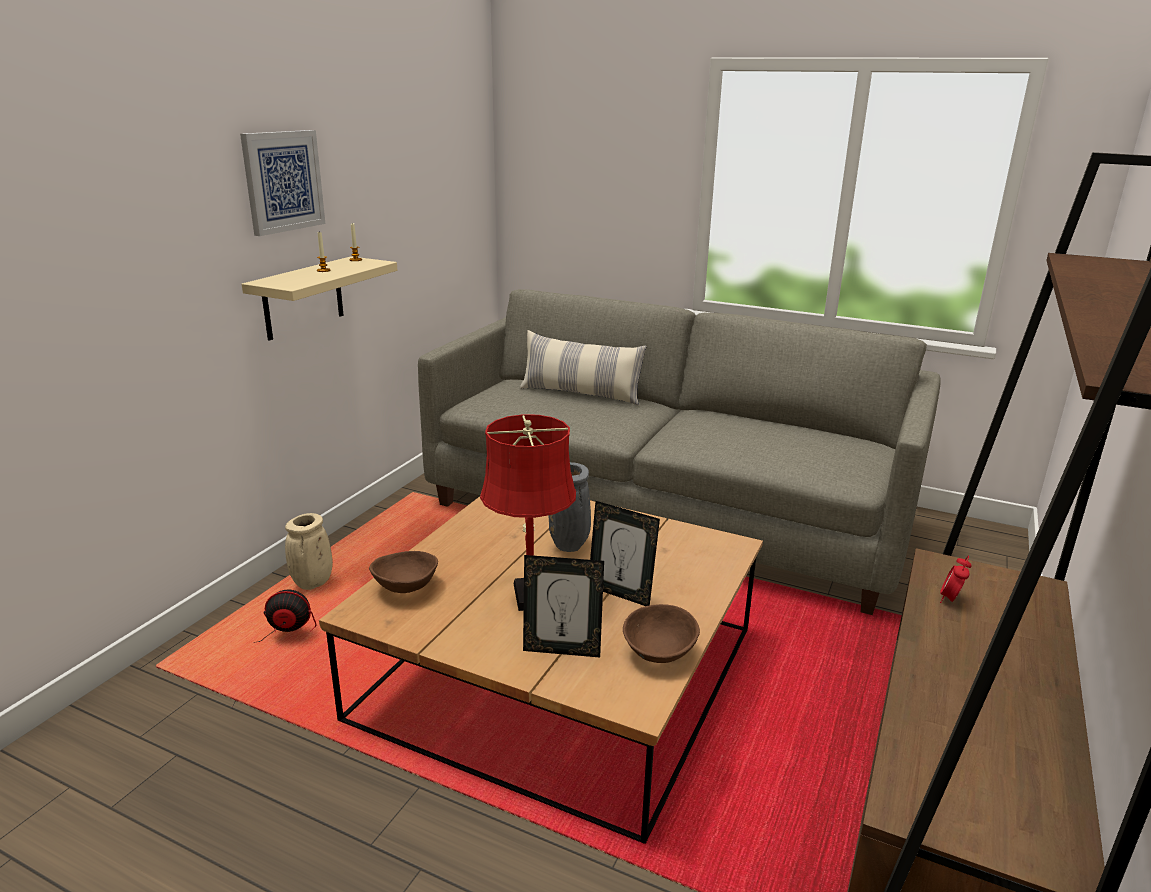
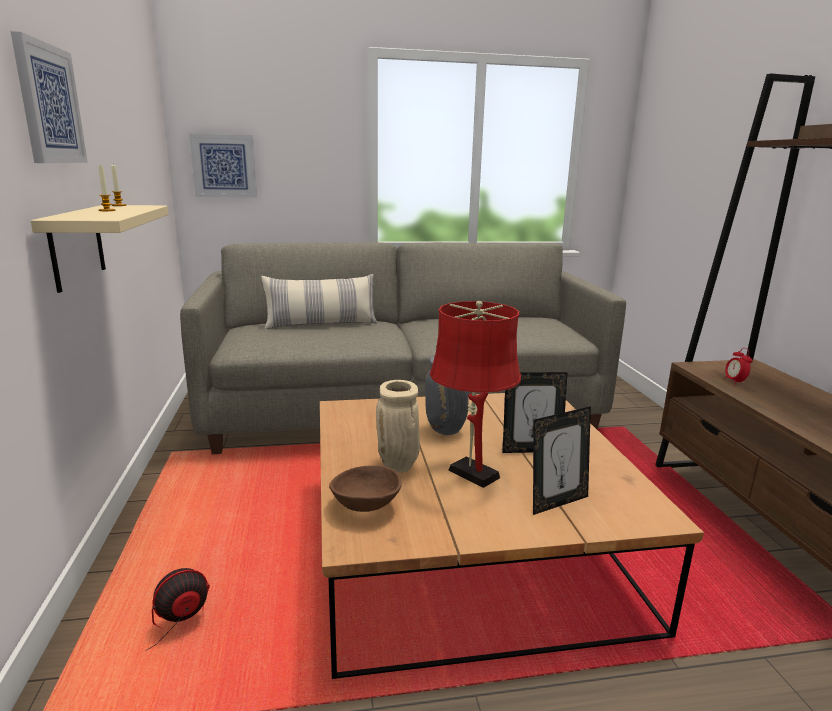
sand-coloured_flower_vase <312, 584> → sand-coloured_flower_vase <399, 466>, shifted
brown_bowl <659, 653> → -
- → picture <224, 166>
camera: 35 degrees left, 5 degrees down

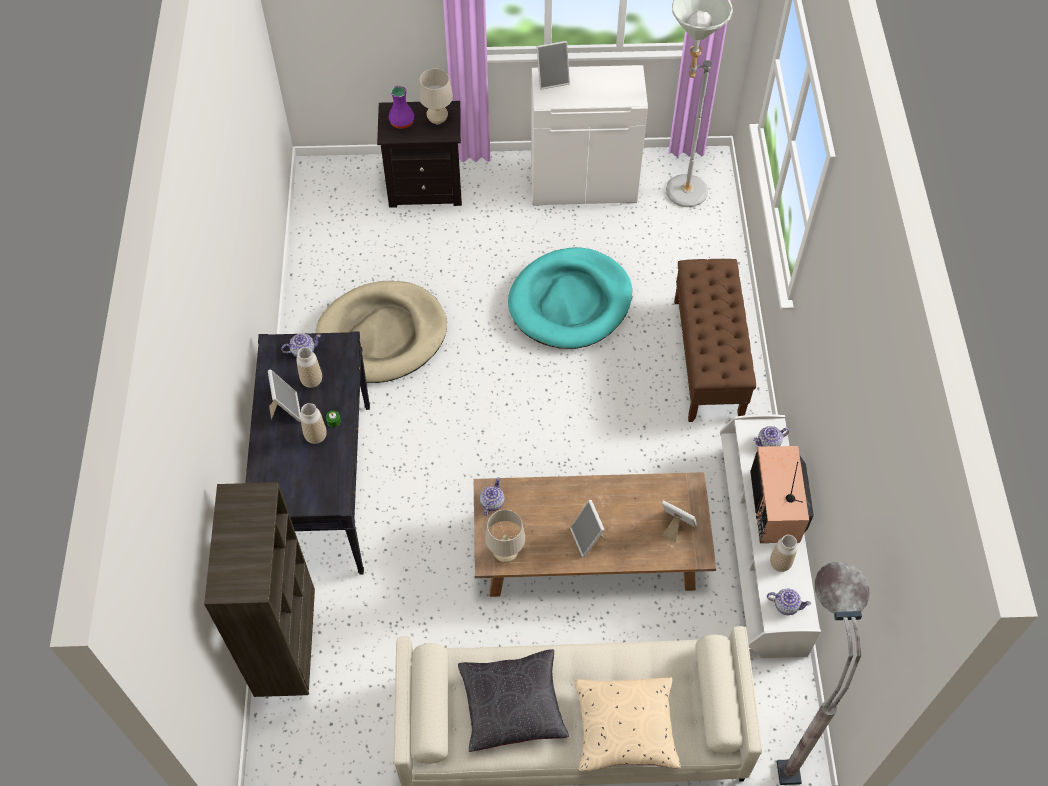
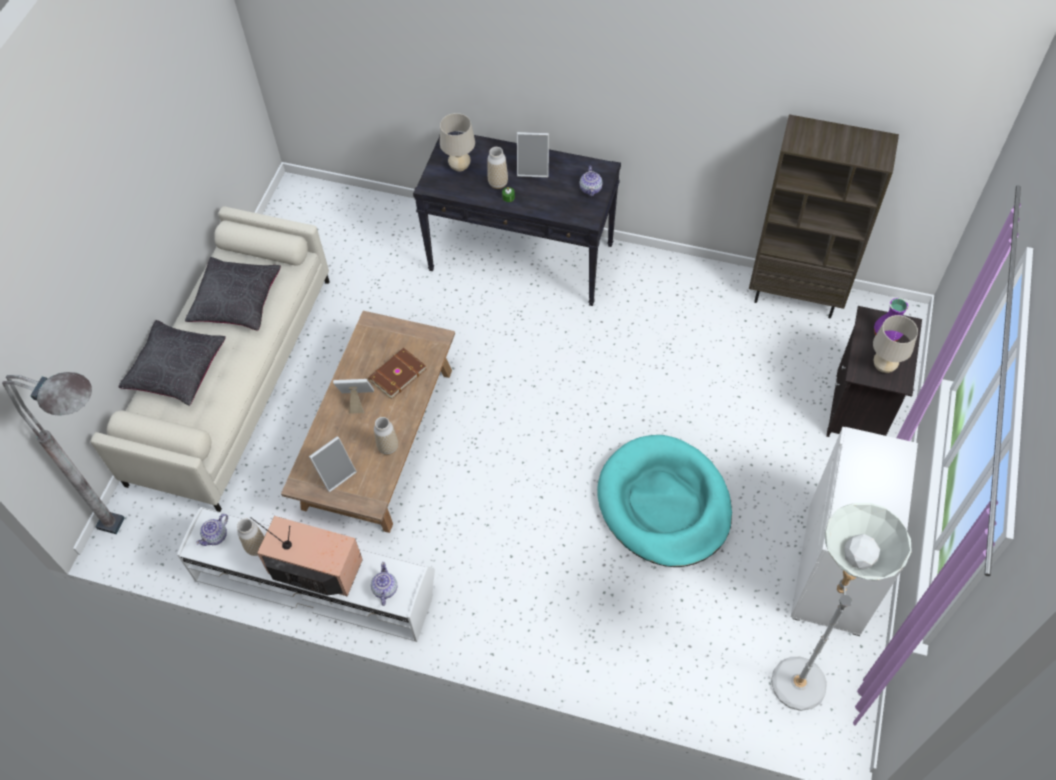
brown_shelving_unit <288, 651> → brown_shelving_unit <796, 295>, shifted
flower_vase <312, 381> → flower_vase <388, 447>, shifted
sand-coloured_dog_cushion <382, 335> → -
teapot <491, 503> → -
sand-coloured_table_lamp <505, 554> → sand-coloured_table_lamp <460, 167>, shifted
standing_frame <552, 79> → -
sand-coloured_cushion <625, 728> → black-coloured_cushion <177, 370>
brown_bench <708, 359> → -
- → brown_volume <396, 374>
camera: 110 degrees right, 0 degrees up

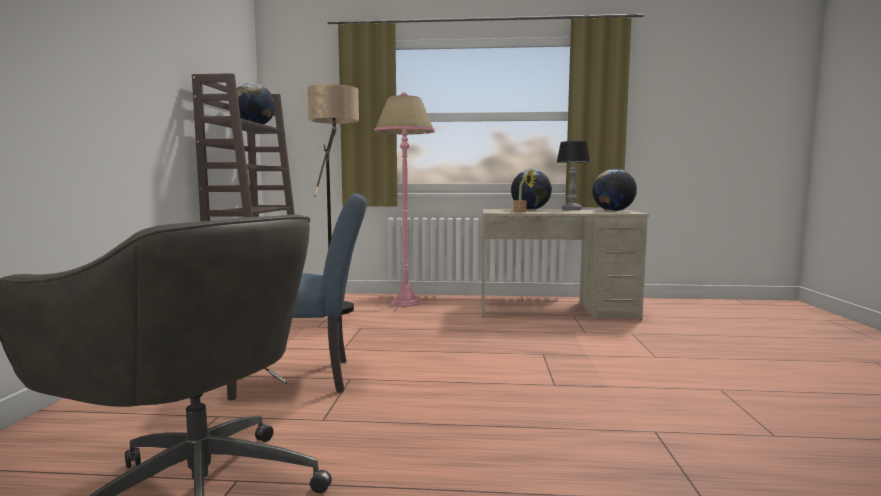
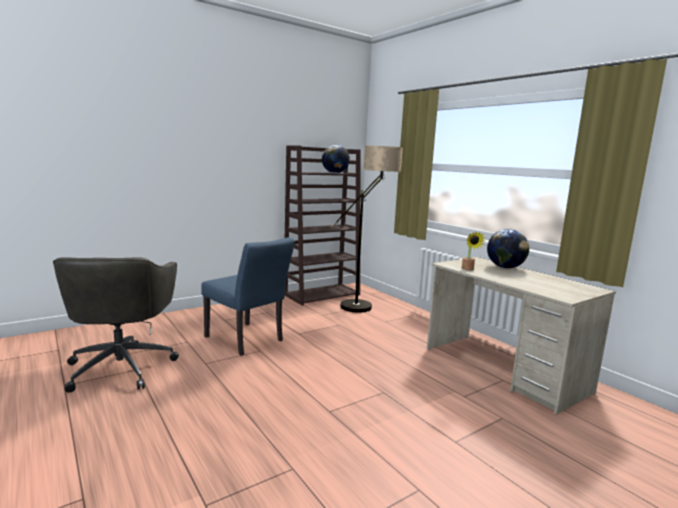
pinkish_standing_lamp <405, 303> → -
table_lamp <572, 209> → -
desk_globe <613, 211> → -
camera: 50 degrees right, 5 degrees up

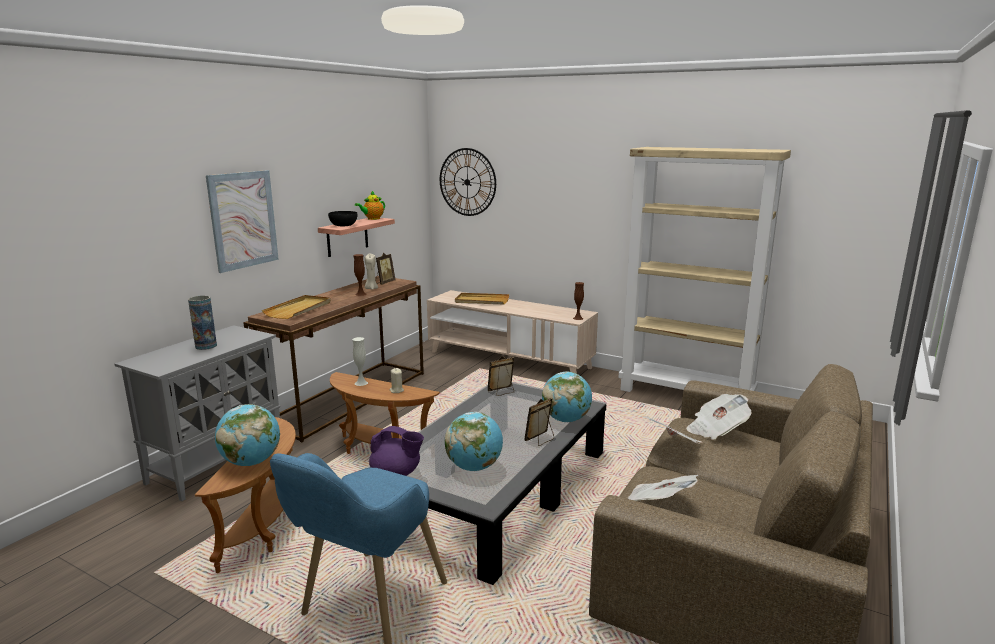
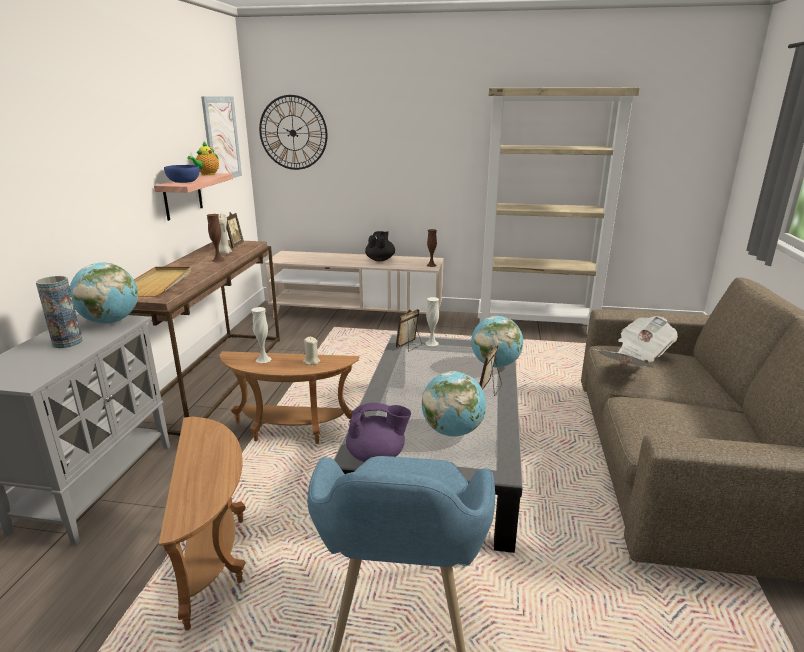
picture <243, 220> → picture <222, 139>, shifted
desk_globe <251, 462> → desk_globe <110, 321>, shifted
black-coloured_bowl <343, 225> → blue-coloured_bowl <183, 182>
sand-coloured_serving_tray <481, 301> → -
daily_paper <658, 504> → -
- → black-coloured_teapot <380, 260>
- → whitish_flower_vase <432, 343>
camera: 20 degrees left, 5 degrees up

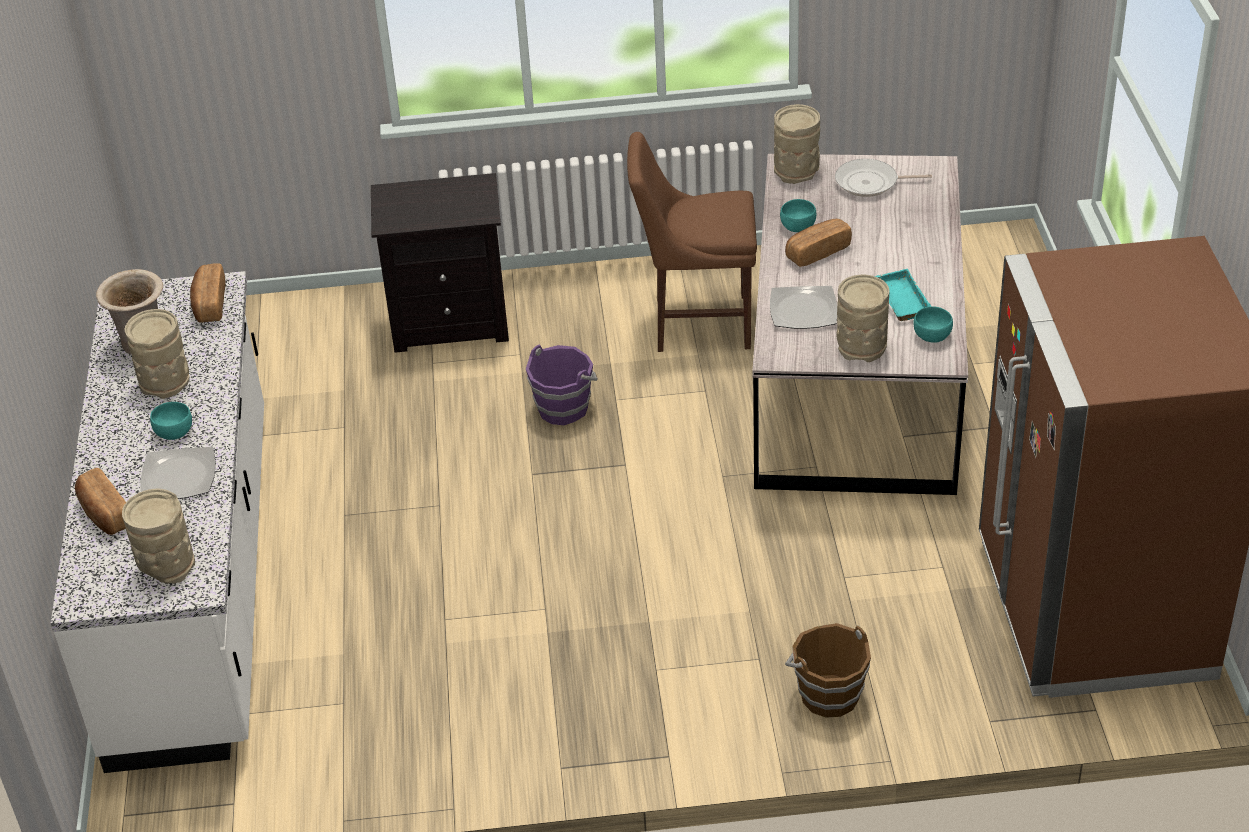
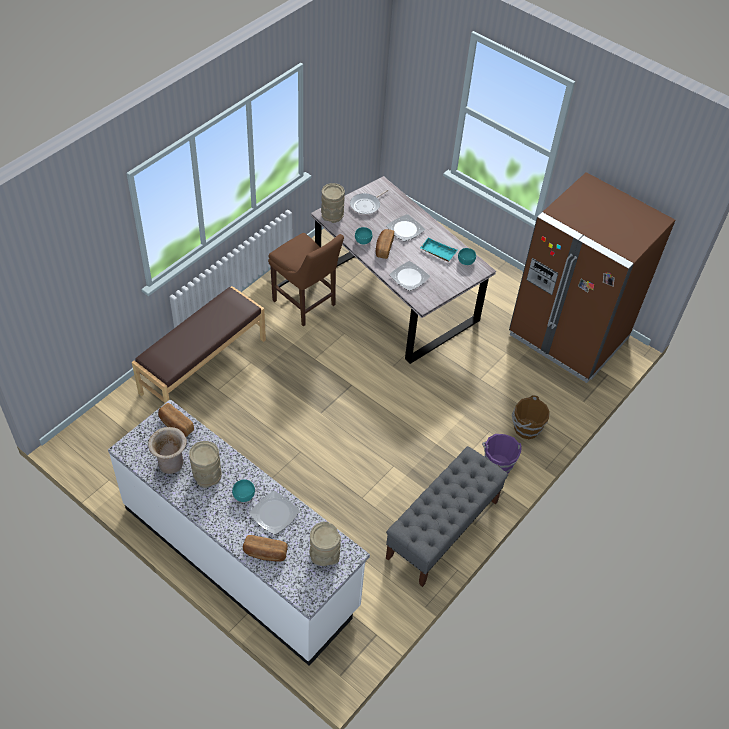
black-coloured_night_table <451, 322> → brown_bench <203, 365>
purple-coloured_bucket <564, 407> → purple-coloured_bucket <497, 464>, shifted
brown_upright_chair <696, 322> → brown_upright_chair <306, 304>, 90 degrees counterclockwise
sand-coloured_flower_vase <861, 346> → -
- → dinner_plate <405, 229>
- → gray_bench <442, 530>
camera: 50 degrees left, 10 degrees up

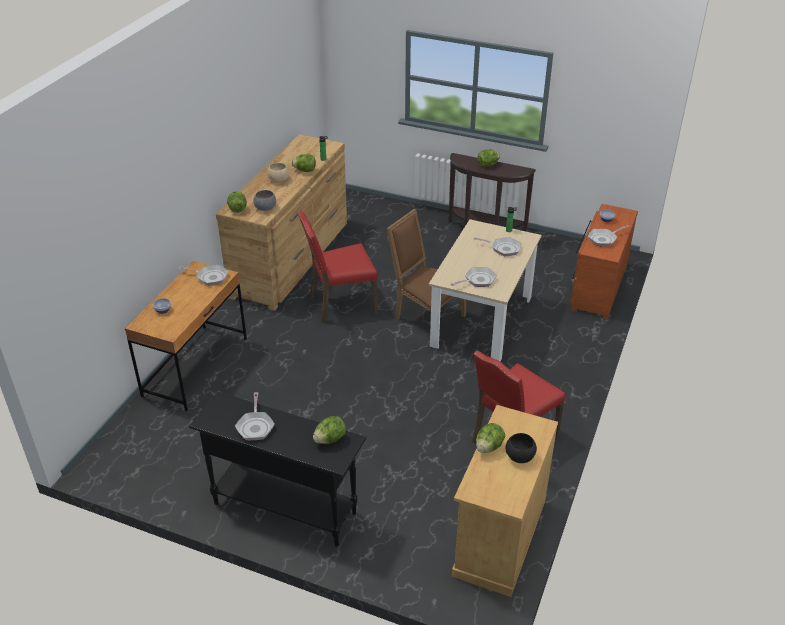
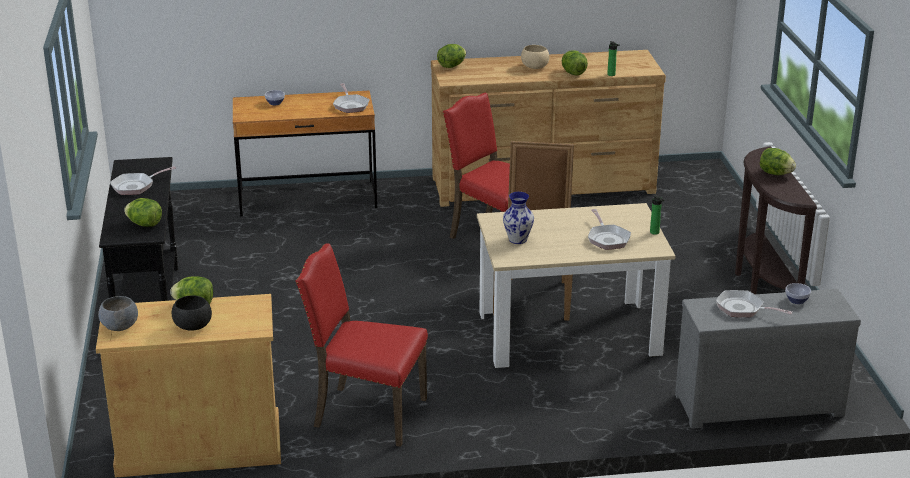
gray_bowl <265, 208> → gray_bowl <120, 326>, shifted
pan <478, 280> → flower_vase <517, 239>
brown_drawer_chest <597, 287> → gray_drawer_chest <757, 402>
camera: 60 degrees right, 10 degrees down

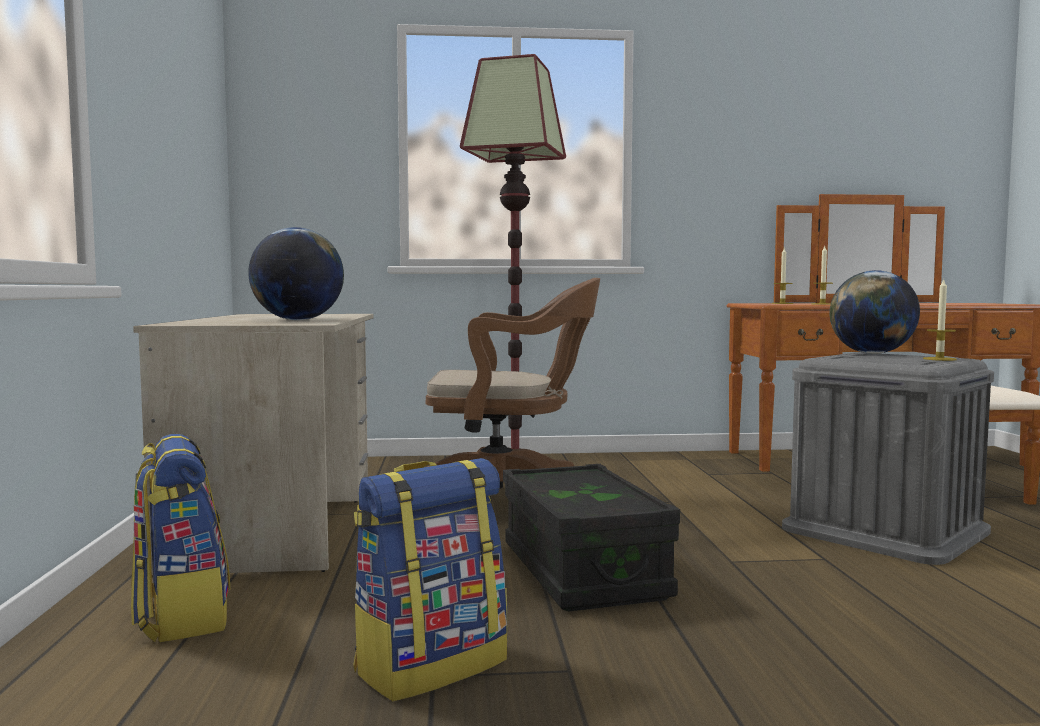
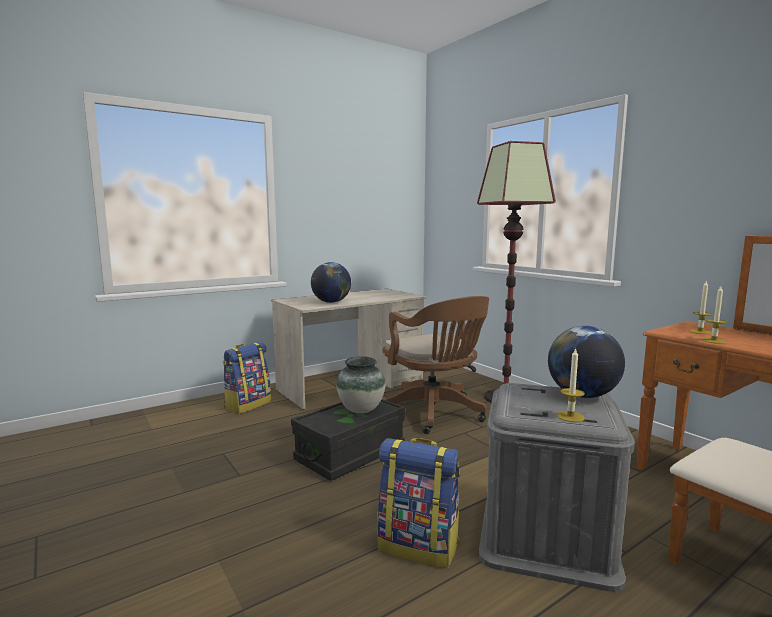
rucksack <431, 665> → rucksack <419, 546>, shifted
- → flower_vase <360, 410>
camera: 60 degrees right, 5 degrees up

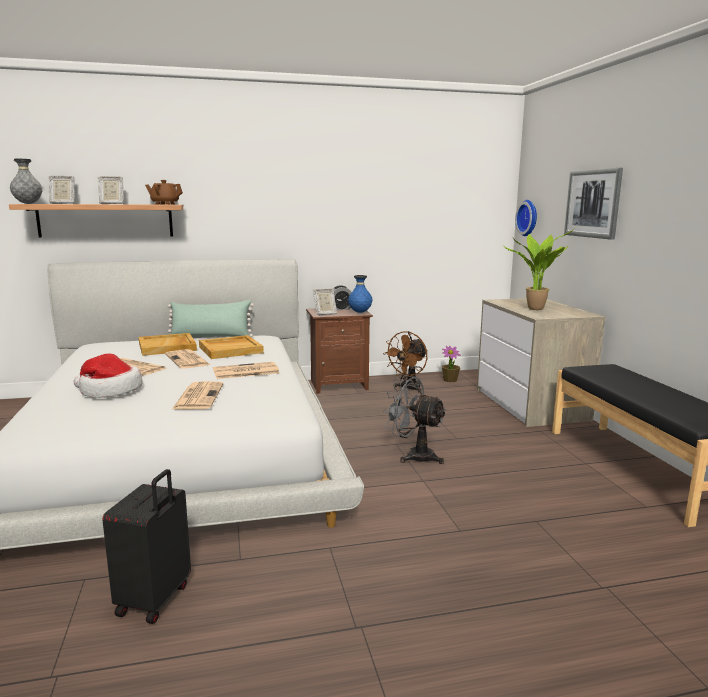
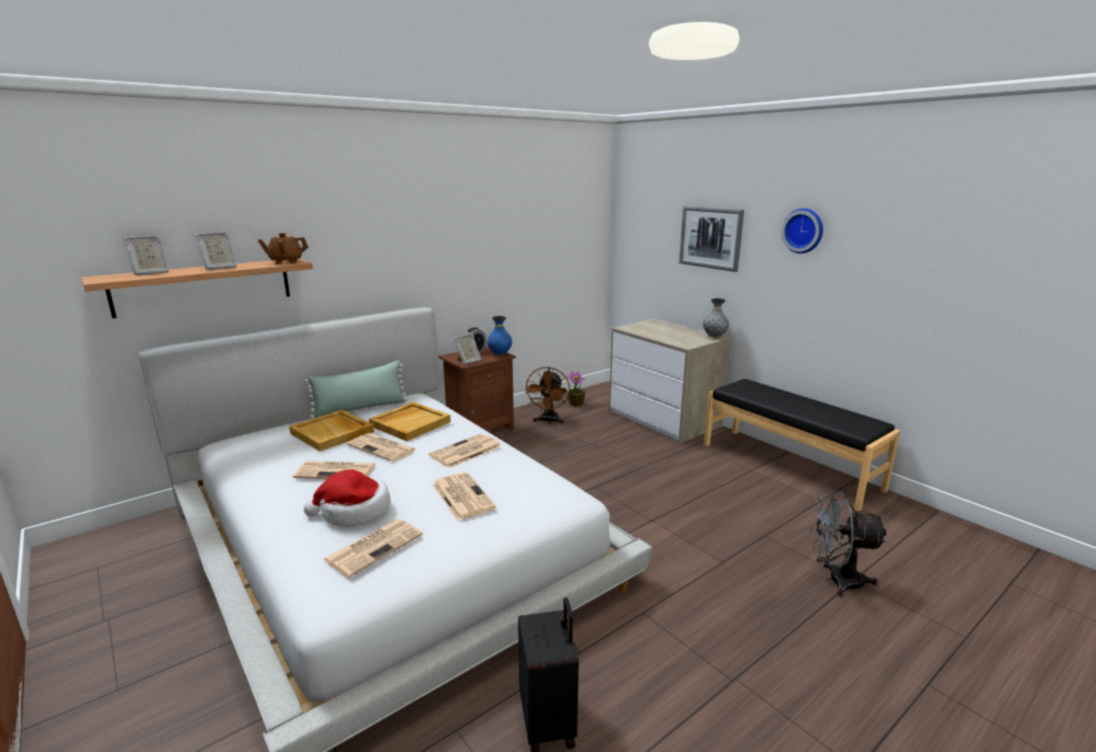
gray_flower_vase <28, 204> → gray_flower_vase <714, 336>, shifted
gray_cooling_fan <414, 455> → gray_cooling_fan <836, 580>, shifted
potted_plant <536, 308> → -
wall_clock <529, 218> → wall_clock <804, 230>, shifted
- → daily_paper <375, 546>
camera: 25 degrees left, 5 degrees up

